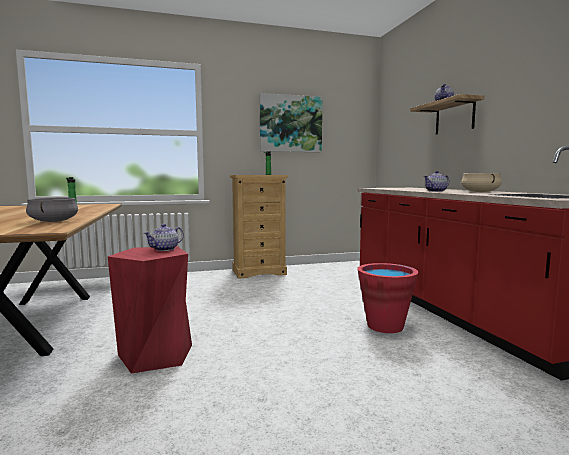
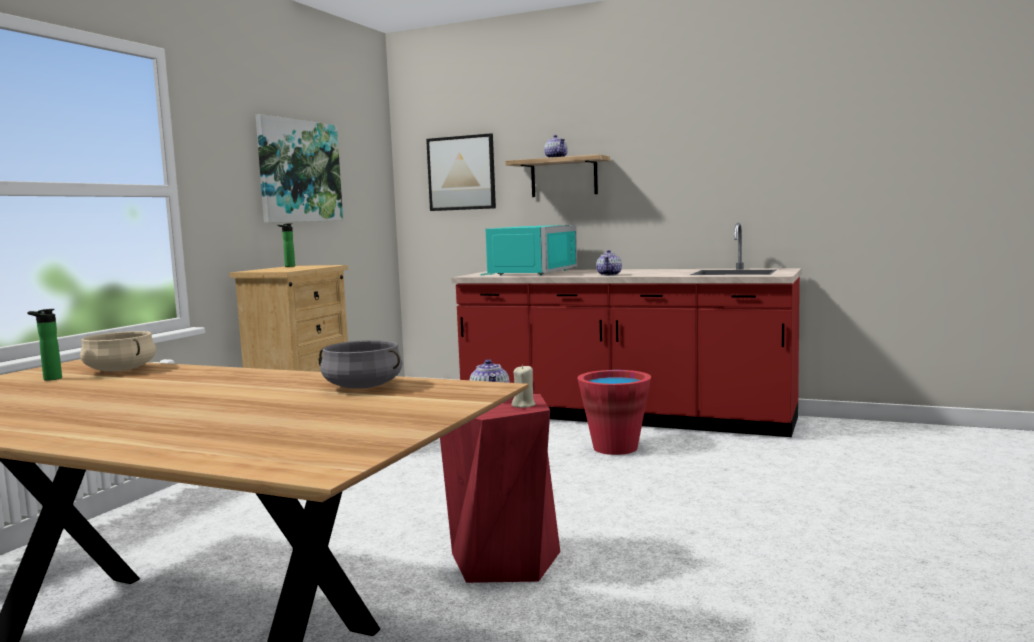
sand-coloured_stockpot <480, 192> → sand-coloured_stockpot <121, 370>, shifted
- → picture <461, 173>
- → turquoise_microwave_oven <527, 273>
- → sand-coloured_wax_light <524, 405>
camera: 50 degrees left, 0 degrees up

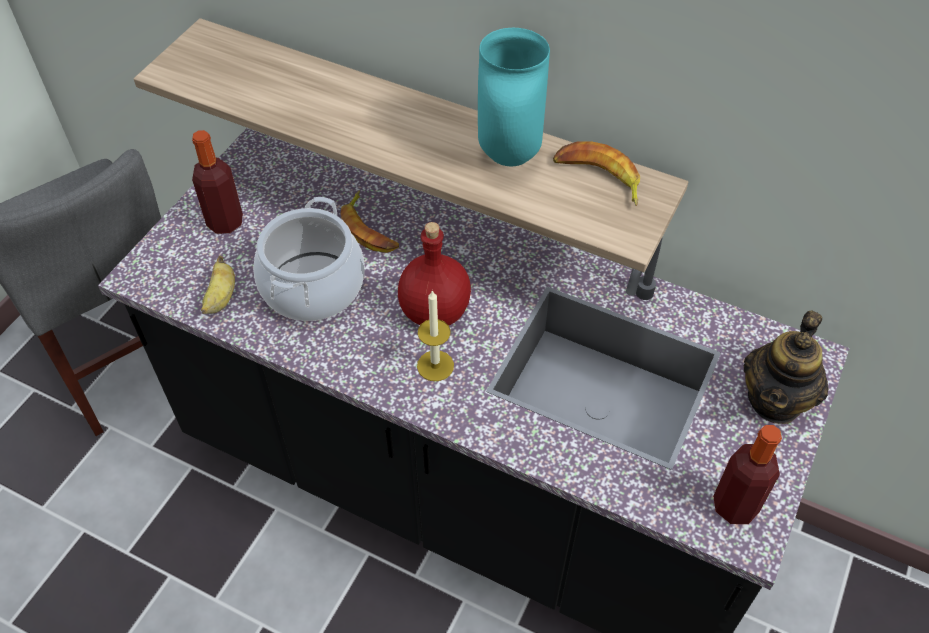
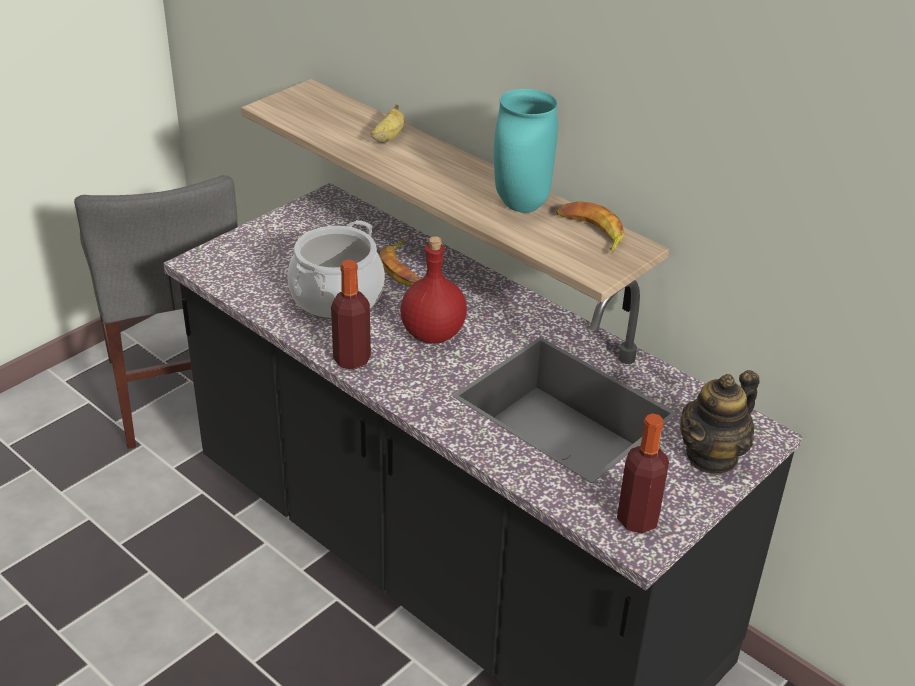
drink_bottle <225, 222> → drink_bottle <352, 359>, shifted
banana <221, 298> → banana <388, 138>, shifted
wax_light <435, 365> → -
camera: 15 degrees right, 15 degrees down

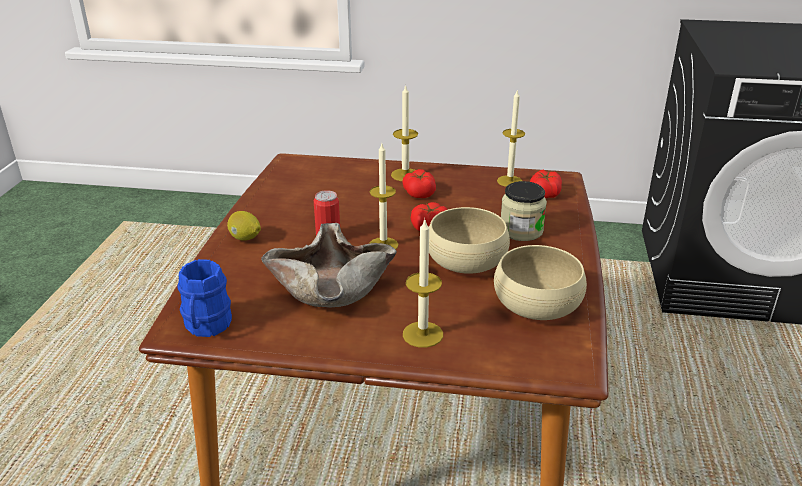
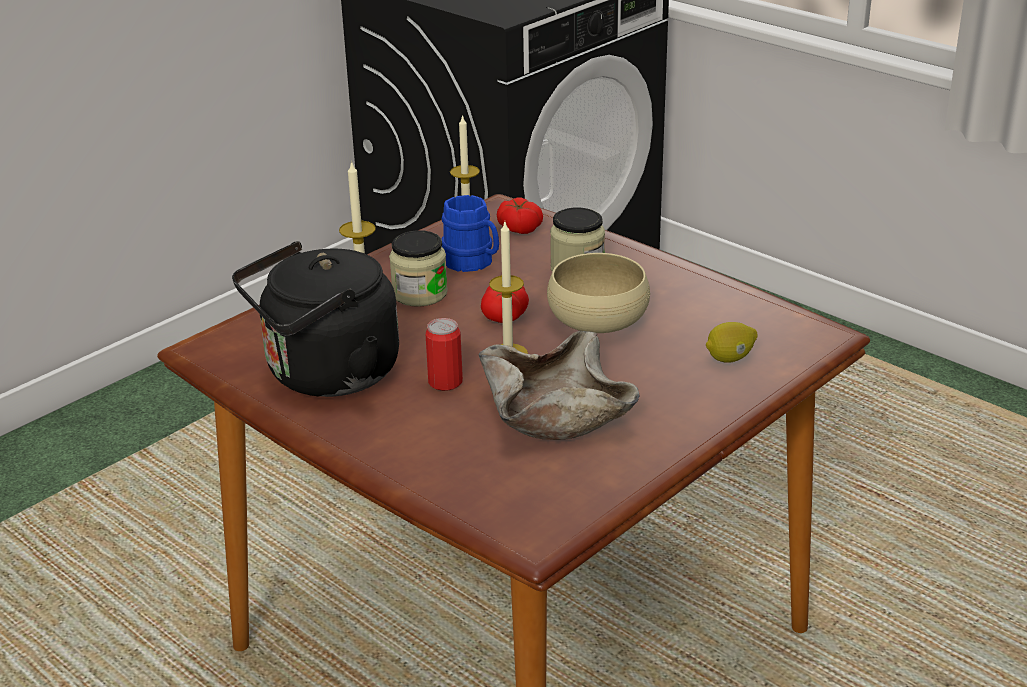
blue-coloured_tea_mug <206, 327> → blue-coloured_tea_mug <473, 263>, shifted
whole_lemon <245, 238> → whole_lemon <730, 358>, shifted
tomato <419, 193> → preserve_jar <420, 294>
wax_light <422, 334> → -
sand-coloured_bowl <537, 304> → -
- → black-coloured_water_kettle <326, 376>
camera: 55 degrees left, 0 degrees up

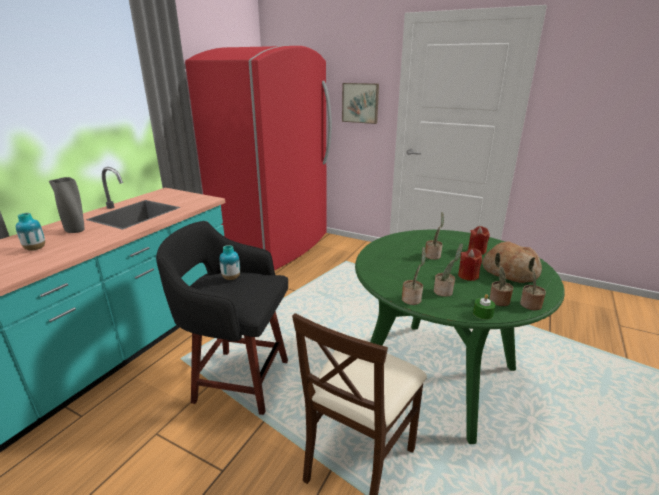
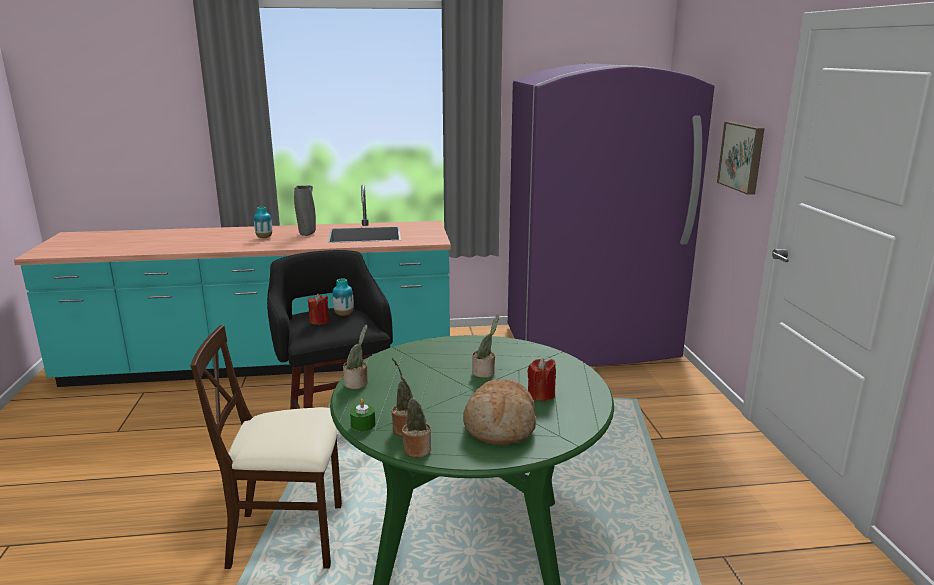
red-coloured_kitchen_fridge <274, 245> → purple-coloured_kitchen_fridge <591, 343>
potted_plant <444, 291> → -
red-coloured_wax_light <468, 276> → red-coloured_wax_light <319, 321>, shifted
camera: 55 degrees right, 5 degrees down

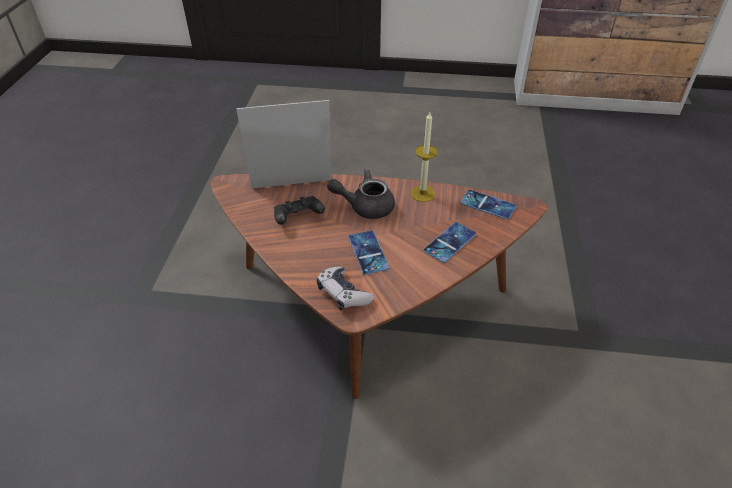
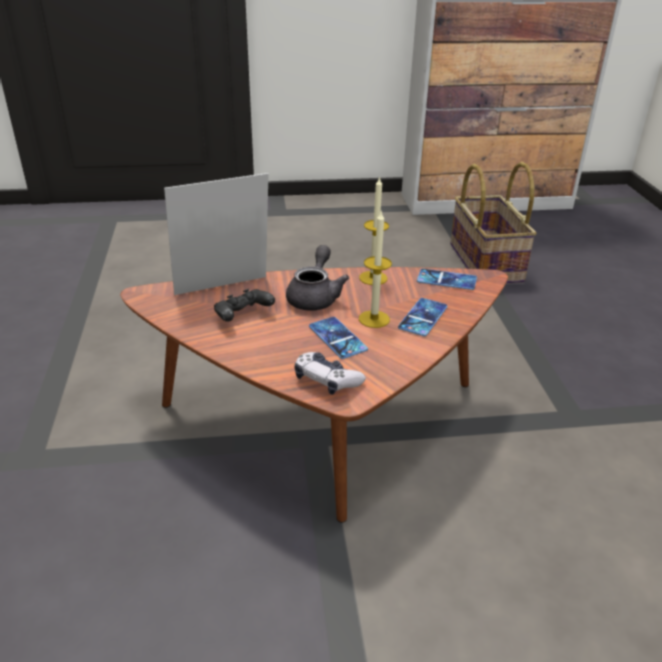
gray_teapot <365, 206> → gray_teapot <315, 296>, 120 degrees clockwise
- → wax_light <374, 319>
- → storage_basket <484, 262>
camera: 15 degrees left, 10 degrees down

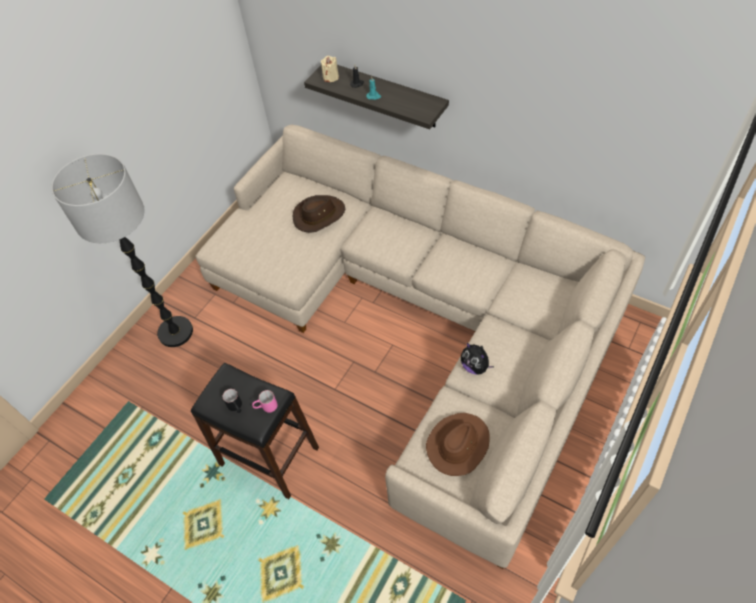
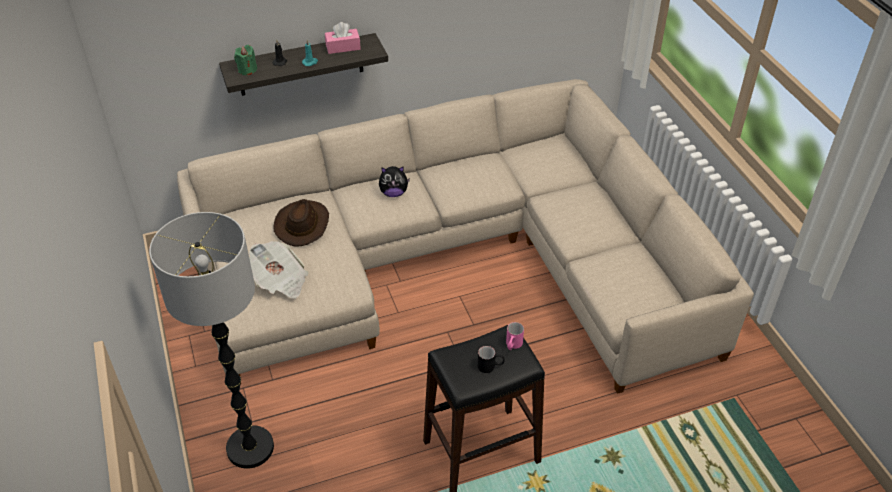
sand-coloured_wax_light <331, 77> → green_wax_light <247, 70>
brown_clothing_hat <458, 444> → -
cuddly_toy <475, 366> → cuddly_toy <393, 193>, shifted
- → daily_paper <280, 281>
- → pinkish_tissue_holder <343, 47>
camera: 55 degrees left, 10 degrees down

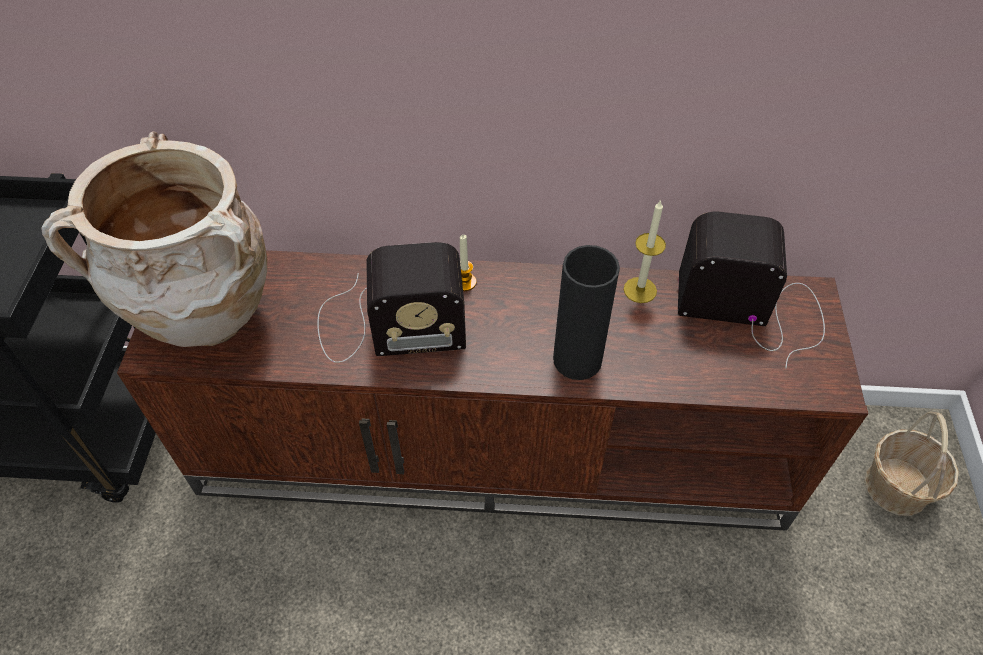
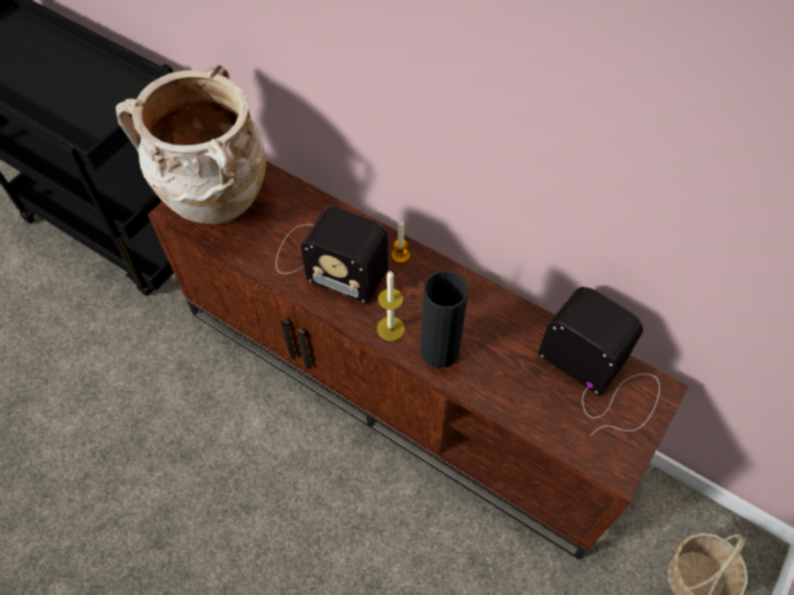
wax_light <640, 290> → wax_light <390, 328>, shifted
camera: 30 degrees right, 5 degrees up

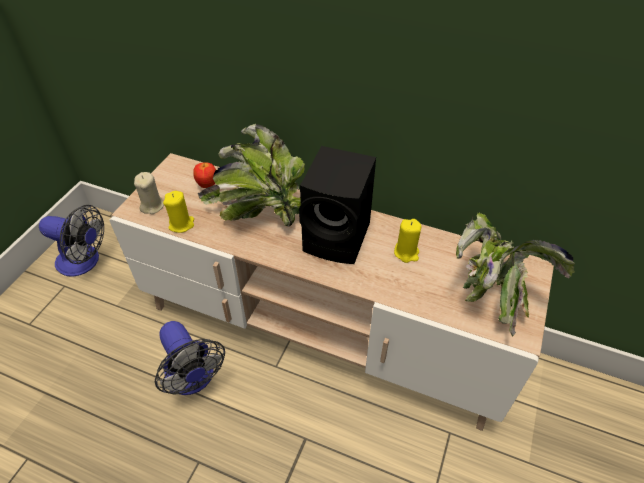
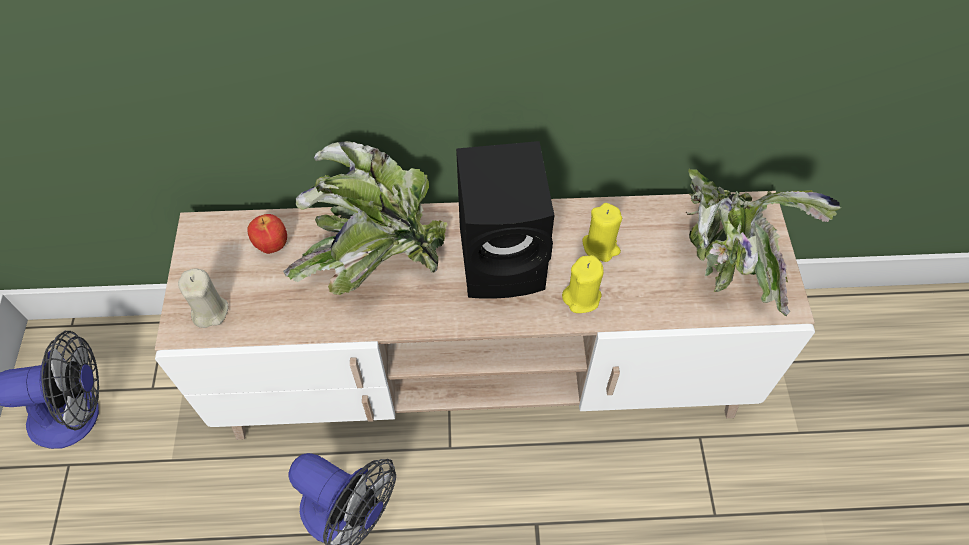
yellowish_wax_light <181, 224> → yellowish_wax_light <582, 297>, shifted
camera: 25 degrees left, 10 degrees up

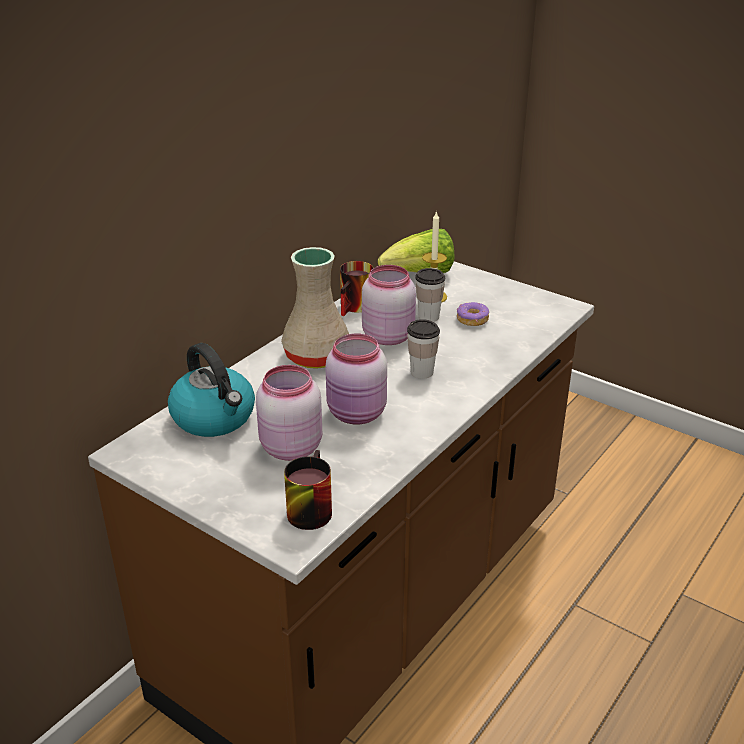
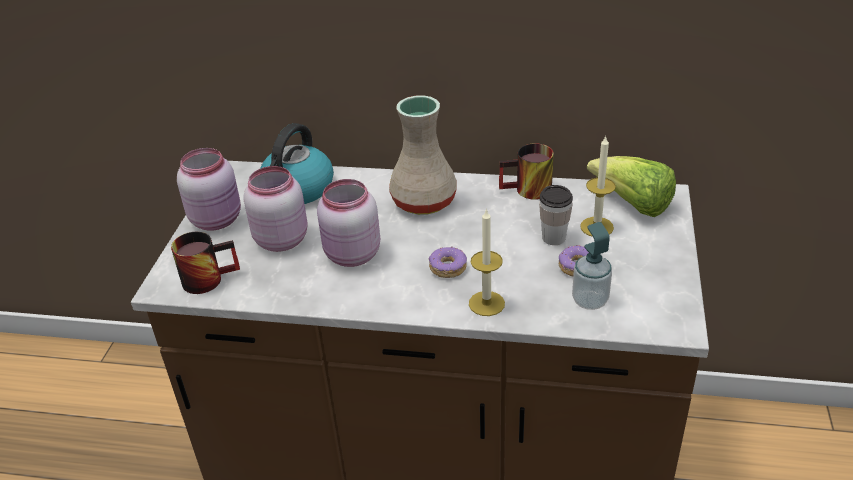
pinkish_preserve_jar <388, 336> → pinkish_preserve_jar <218, 219>, shifted
small_cup <422, 372> → doughnut <447, 268>
- → wax_light <486, 303>
- → liquid_soap_bottle <590, 300>
camera: 65 degrees right, 5 degrees up

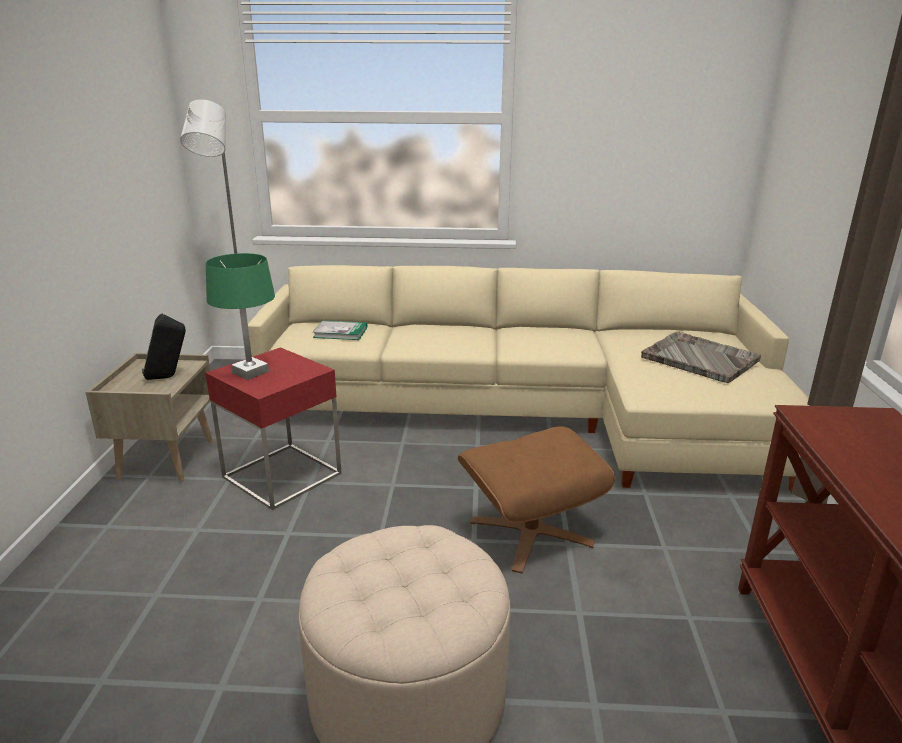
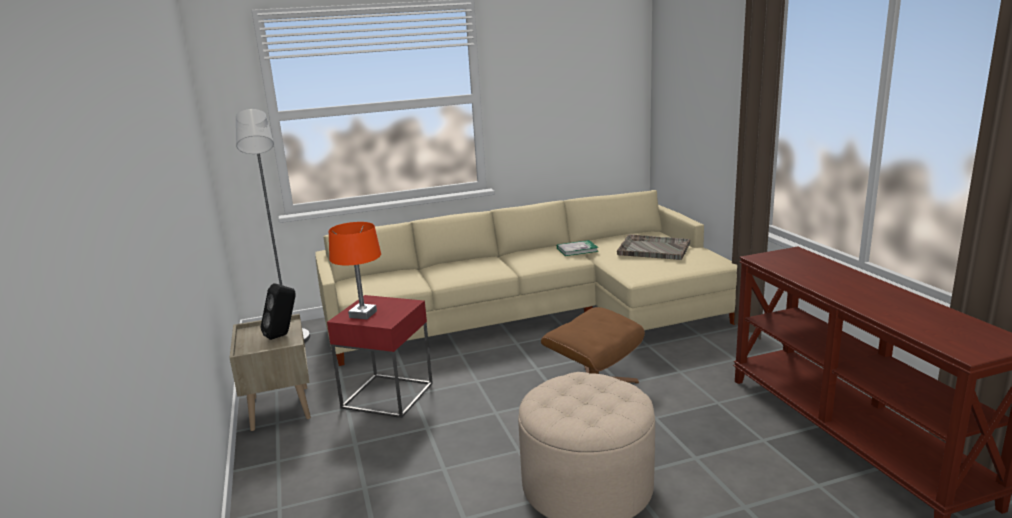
green_table_lamp <251, 372> → orange_table_lamp <363, 314>
volume <340, 332> → volume <577, 250>, shifted
camera: 20 degrees left, 5 degrees down

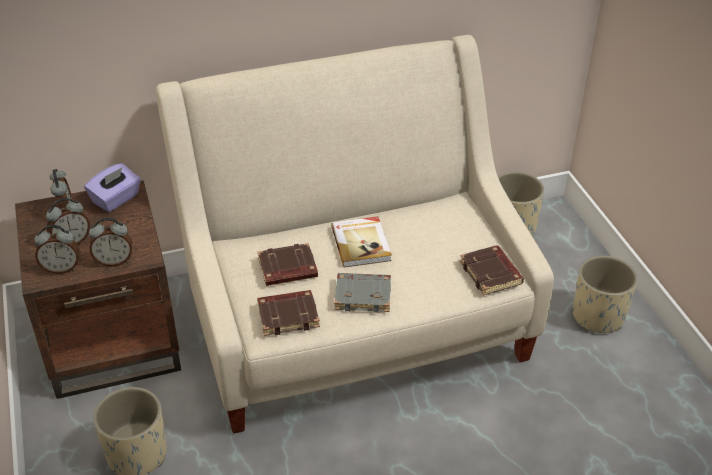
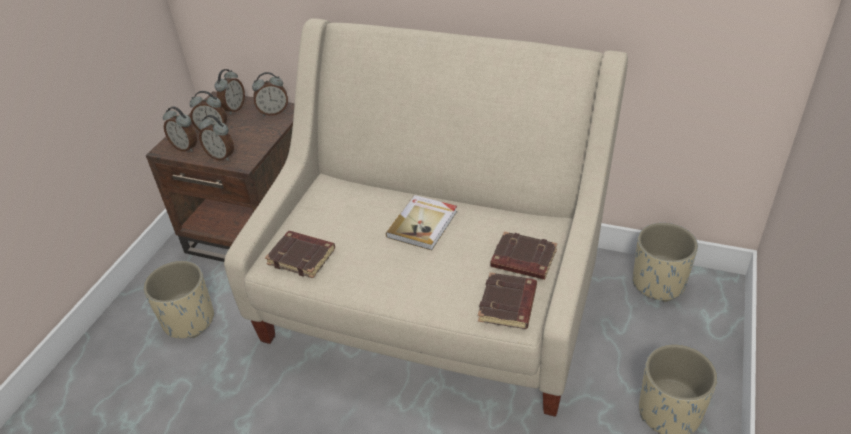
purple-coloured_tissue_holder <116, 199> → table_clock <273, 112>
brown_volume <287, 269> → brown_volume <522, 260>, shifted
gray_volume <363, 295> → -
camera: 40 degrees right, 0 degrees up

